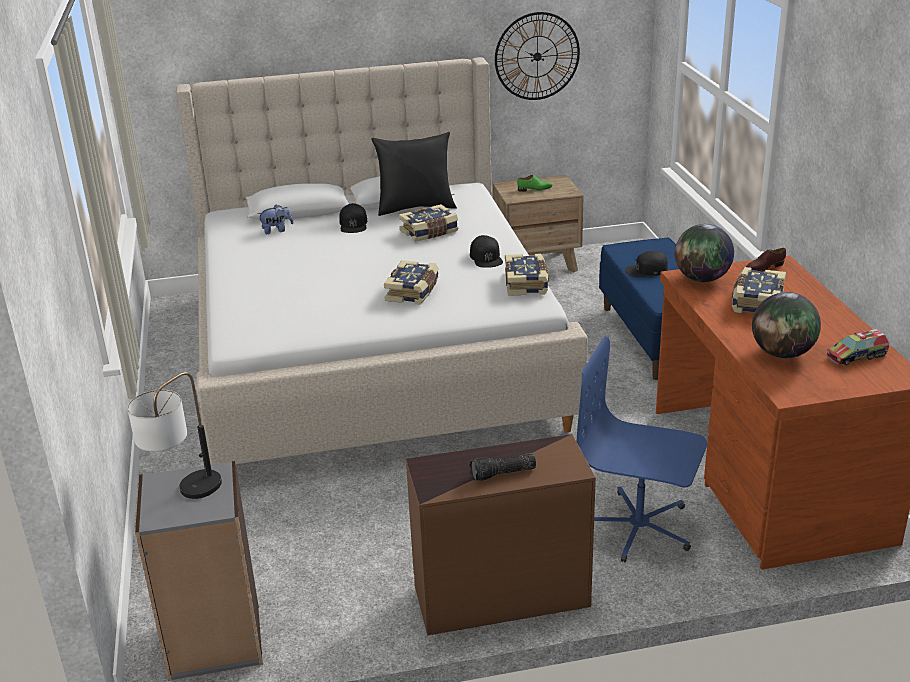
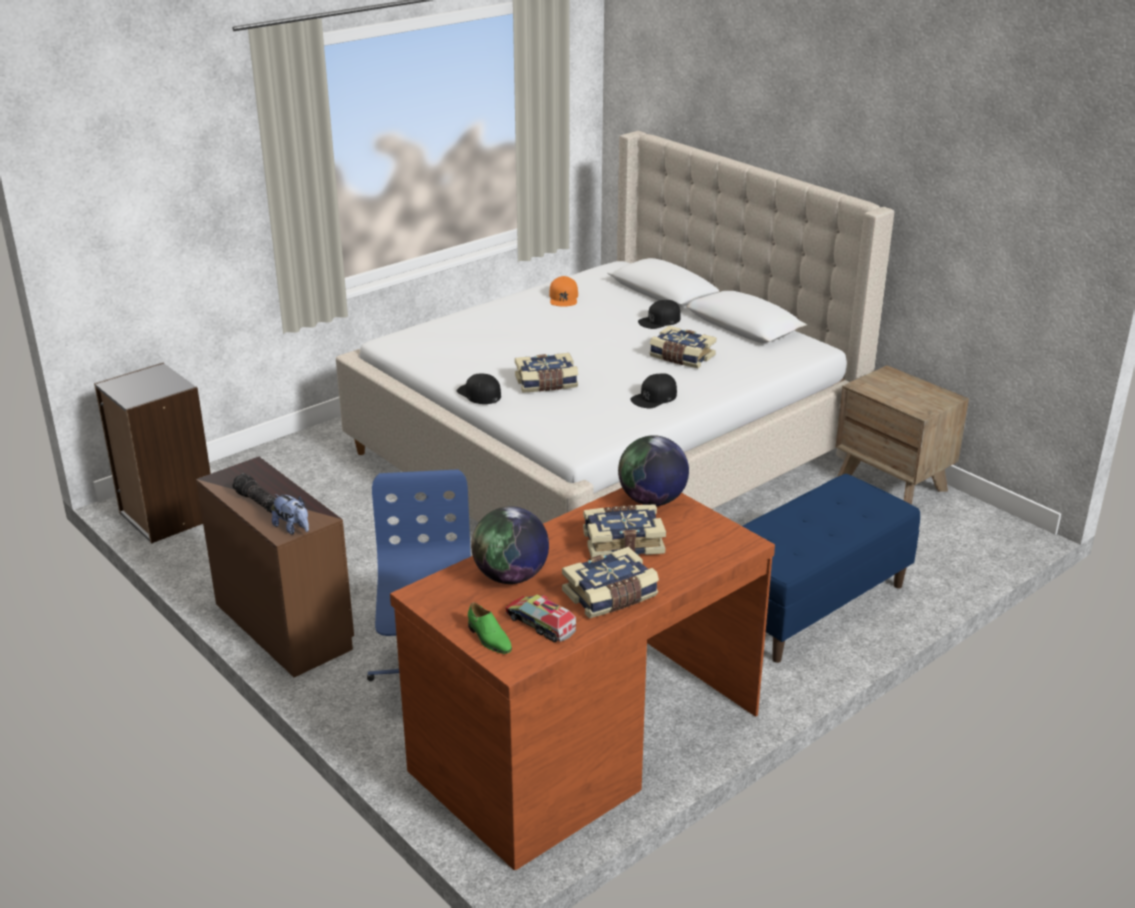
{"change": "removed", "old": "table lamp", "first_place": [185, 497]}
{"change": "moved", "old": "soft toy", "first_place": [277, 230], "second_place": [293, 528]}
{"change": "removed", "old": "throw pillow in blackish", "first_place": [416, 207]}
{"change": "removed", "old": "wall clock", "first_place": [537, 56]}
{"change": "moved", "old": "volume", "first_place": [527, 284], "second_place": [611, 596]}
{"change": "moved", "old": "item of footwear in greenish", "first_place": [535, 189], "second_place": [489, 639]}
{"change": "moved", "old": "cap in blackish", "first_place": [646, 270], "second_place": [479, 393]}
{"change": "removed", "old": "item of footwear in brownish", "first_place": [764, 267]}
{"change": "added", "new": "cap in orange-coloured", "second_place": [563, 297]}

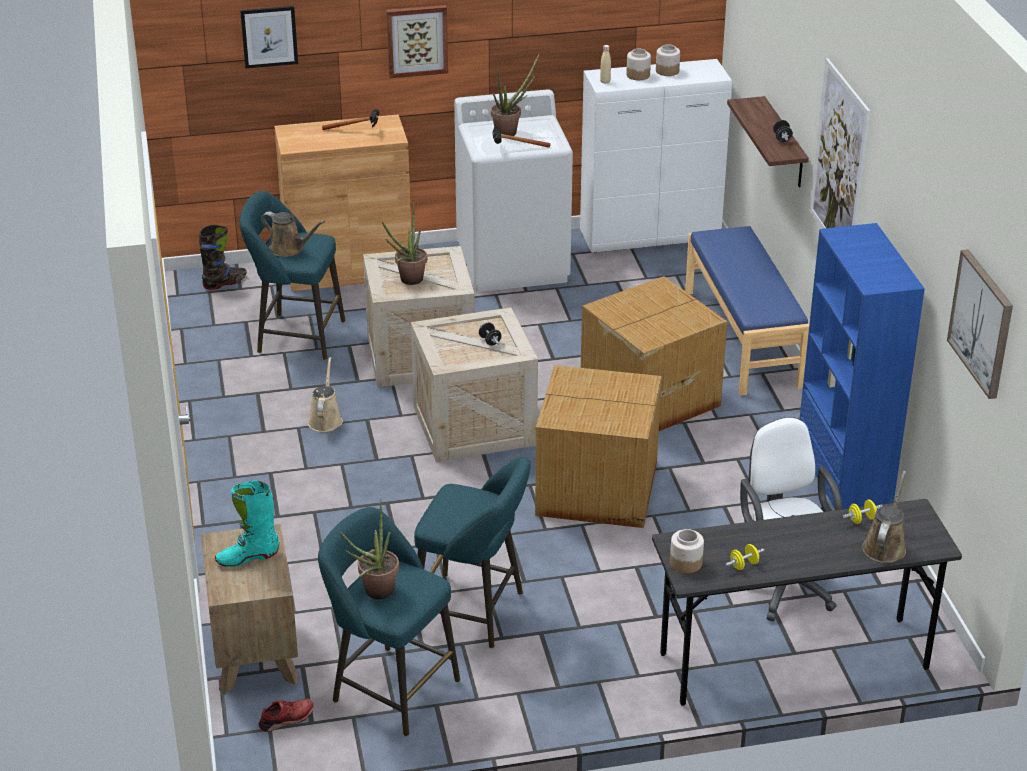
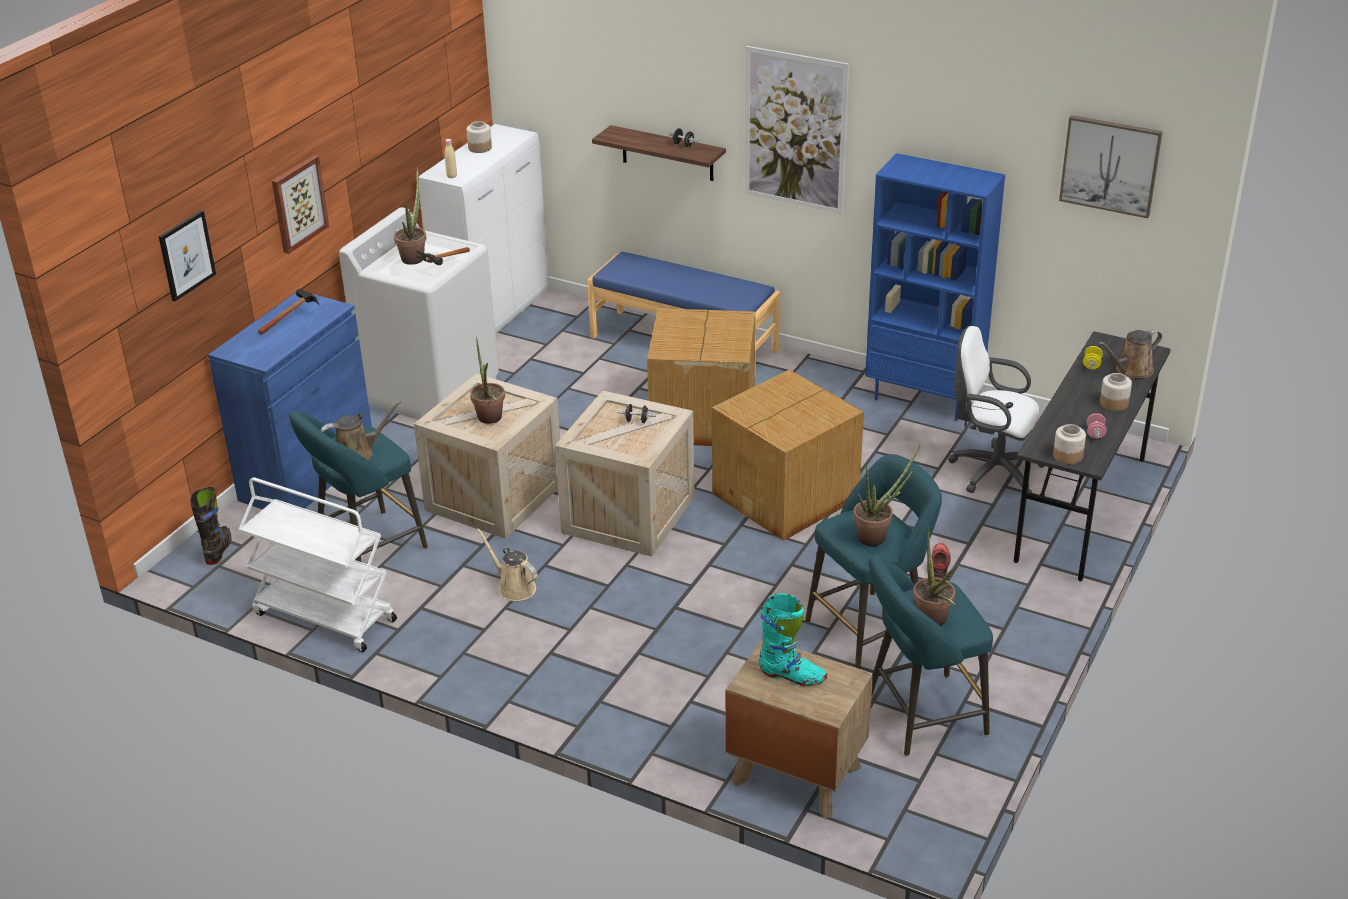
{"change": "turned", "old": "boot in blue-green", "first_place": [247, 557], "second_place": [792, 676], "degrees": -90}
{"change": "moved", "old": "item of footwear in red-coloured", "first_place": [286, 719], "second_place": [940, 565]}
{"change": "recoloured", "old": "storage cabinet in brownish", "new": "storage cabinet in blue-coloured", "first_place": [348, 269], "second_place": [307, 474]}
{"change": "moved", "old": "storage jar", "first_place": [638, 75], "second_place": [1113, 403]}
{"change": "recoloured", "old": "hand weight in yellow-coloured", "new": "hand weight in pinkish", "first_place": [744, 565], "second_place": [1095, 433]}
{"change": "turned", "old": "watering can in brownish", "first_place": [885, 546], "second_place": [1131, 370], "degrees": -90}
{"change": "added", "new": "wheeled cart in whitish", "second_place": [323, 617]}
{"change": "added", "new": "potted plant", "second_place": [877, 536]}

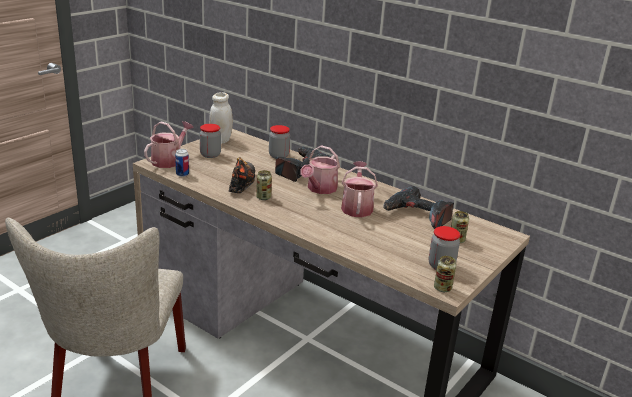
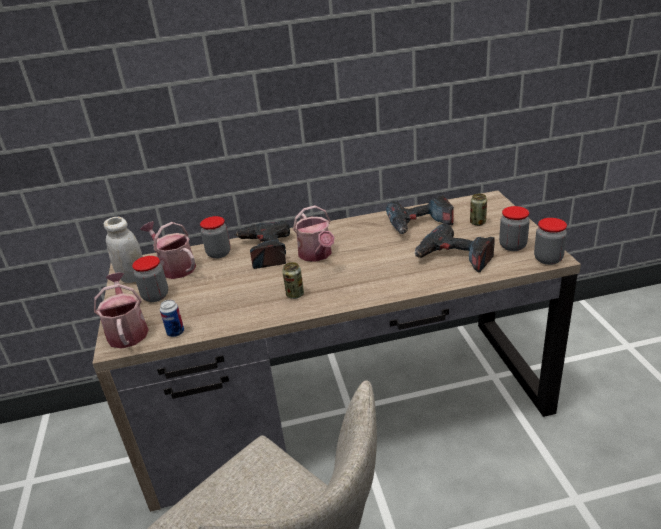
{"change": "removed", "old": "item of footwear", "first_place": [241, 183]}
{"change": "moved", "old": "watering can", "first_place": [357, 207], "second_place": [175, 267]}
{"change": "replaced", "old": "metal can", "new": "storage jar", "first_place": [442, 288], "second_place": [548, 259]}
{"change": "added", "new": "electric drill", "second_place": [454, 257]}

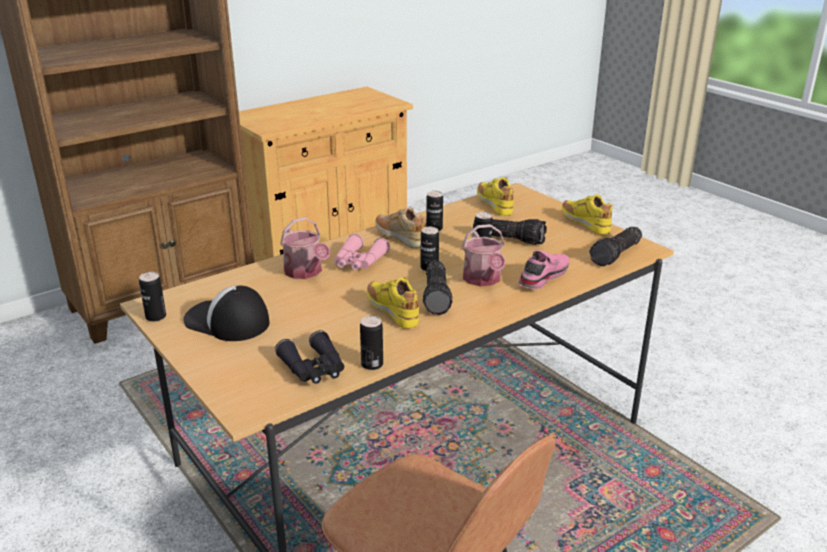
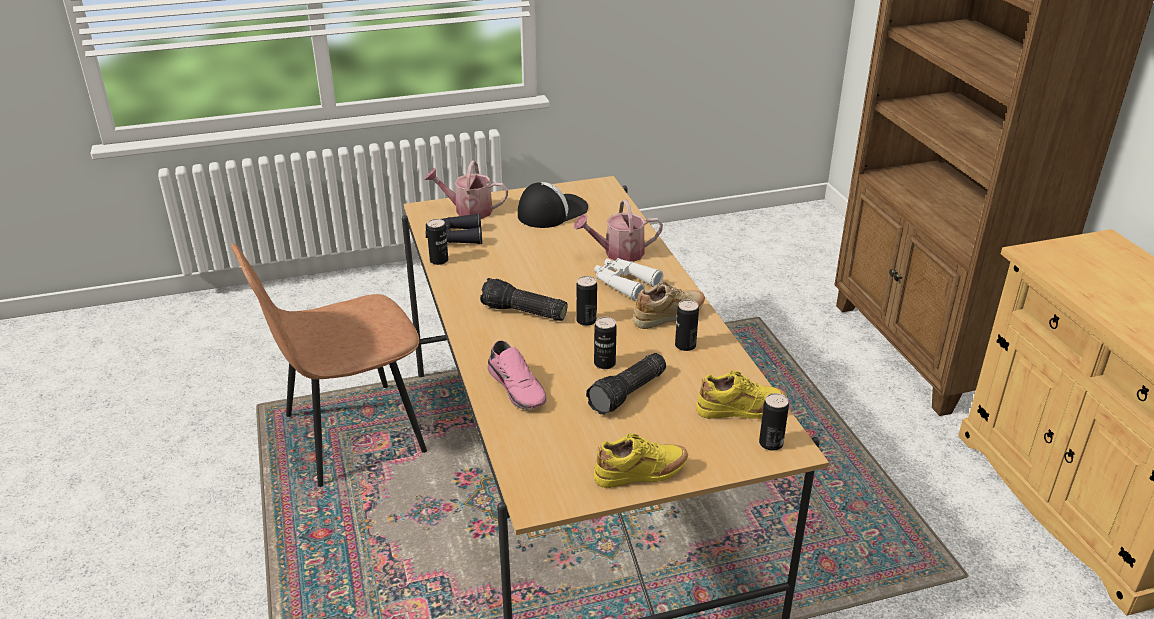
{"change": "moved", "old": "metal can", "first_place": [156, 317], "second_place": [771, 443]}
{"change": "recoloured", "old": "field glasses in pinkish", "new": "field glasses in whitish", "first_place": [359, 262], "second_place": [624, 283]}
{"change": "removed", "old": "item of footwear in yellow-coloured", "first_place": [393, 312]}
{"change": "moved", "old": "watering can", "first_place": [483, 280], "second_place": [468, 210]}
{"change": "removed", "old": "flashlight", "first_place": [617, 255]}

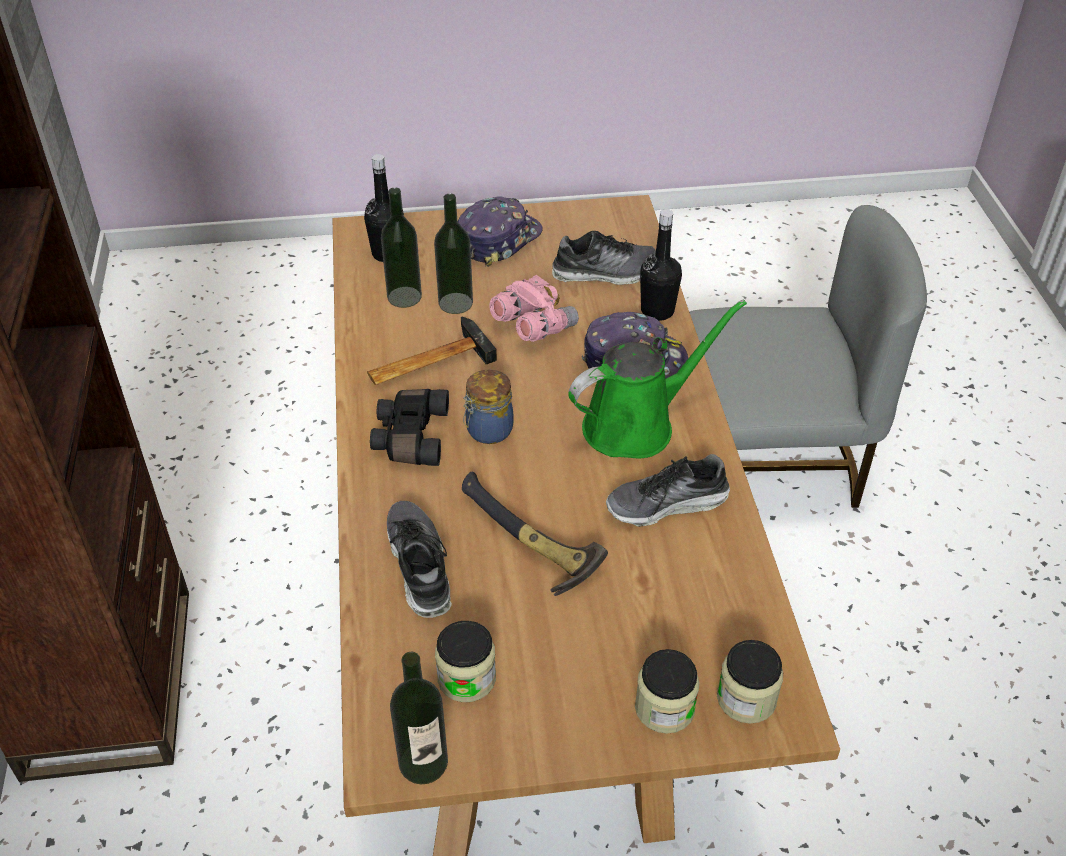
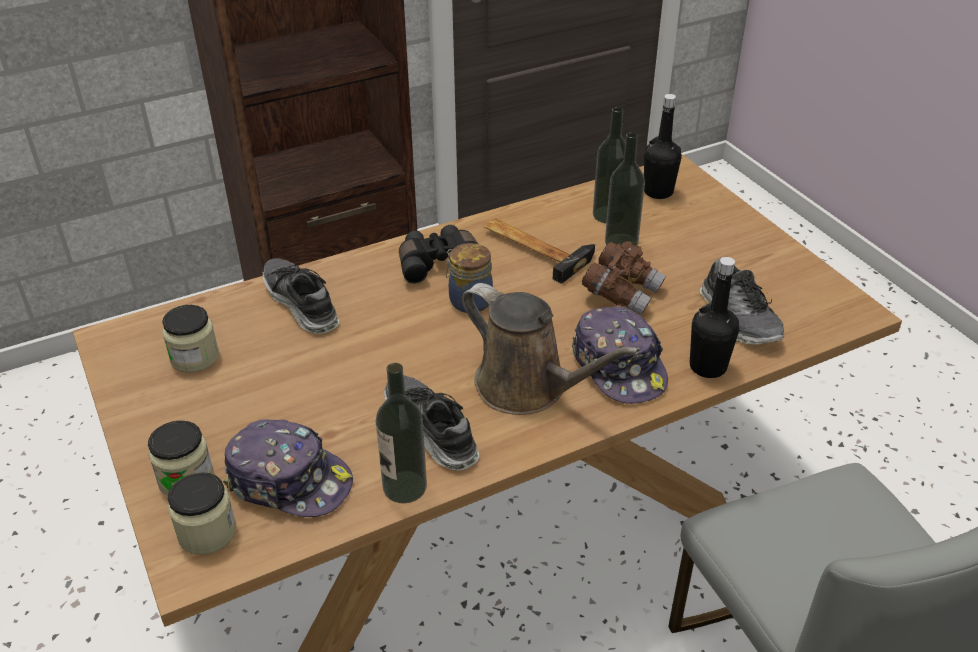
{"change": "turned", "old": "item of footwear", "first_place": [418, 566], "second_place": [300, 304], "degrees": -90}
{"change": "moved", "old": "bottle", "first_place": [423, 762], "second_place": [404, 487]}
{"change": "moved", "old": "cap", "first_place": [498, 240], "second_place": [289, 481]}
{"change": "removed", "old": "tool hammer", "first_place": [526, 545]}
{"change": "recoloured", "old": "field glasses in pinkish", "new": "field glasses in brownish", "first_place": [533, 327], "second_place": [622, 293]}
{"change": "recoloured", "old": "watering can in greenish", "new": "watering can in brownish", "first_place": [636, 424], "second_place": [528, 387]}

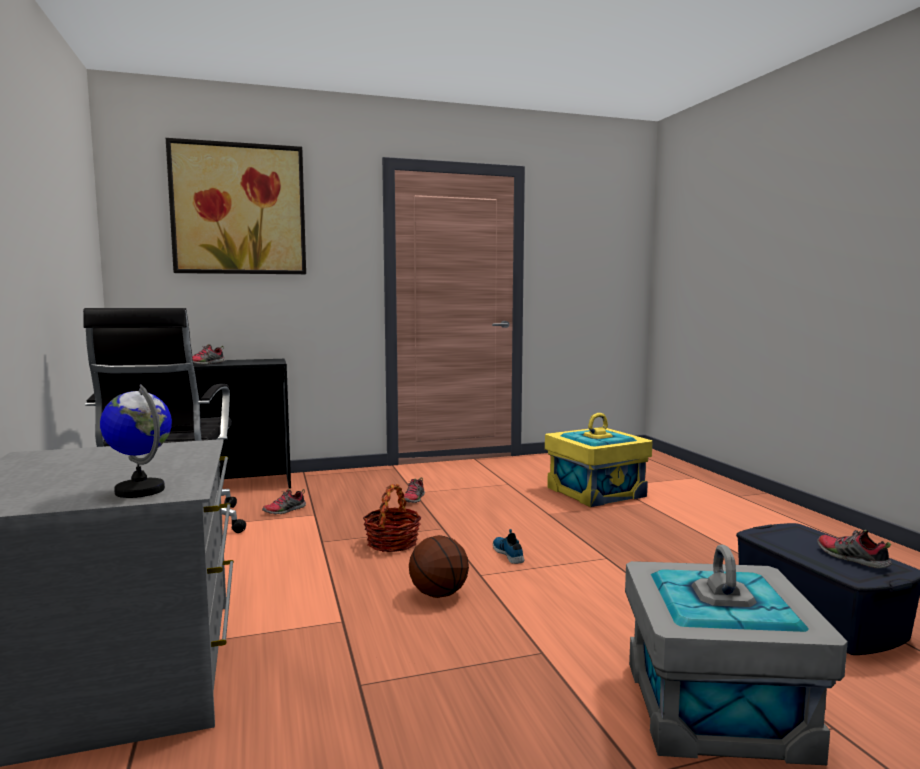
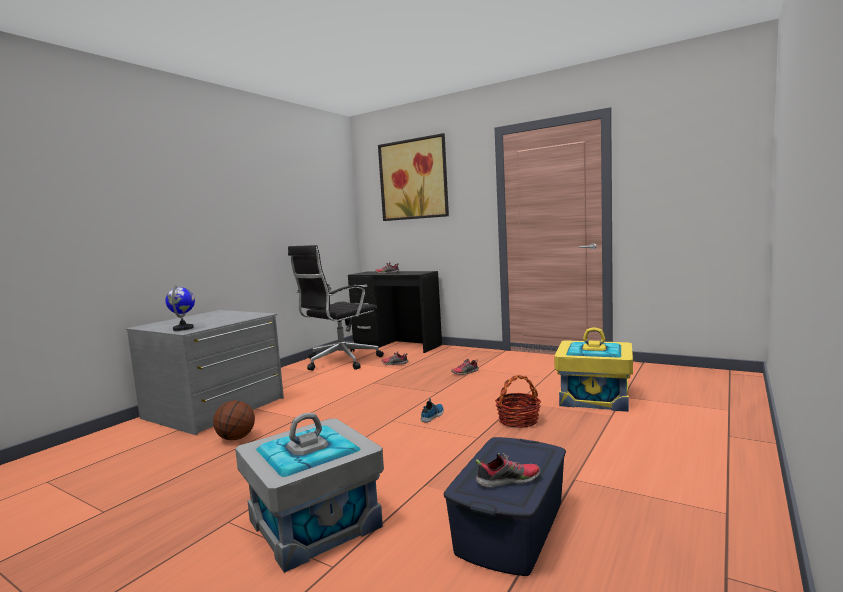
{"change": "moved", "old": "basket", "first_place": [392, 543], "second_place": [518, 420]}
{"change": "moved", "old": "basketball ball", "first_place": [439, 594], "second_place": [236, 438]}
{"change": "turned", "old": "item of footwear", "first_place": [851, 558], "second_place": [508, 480], "degrees": 60}

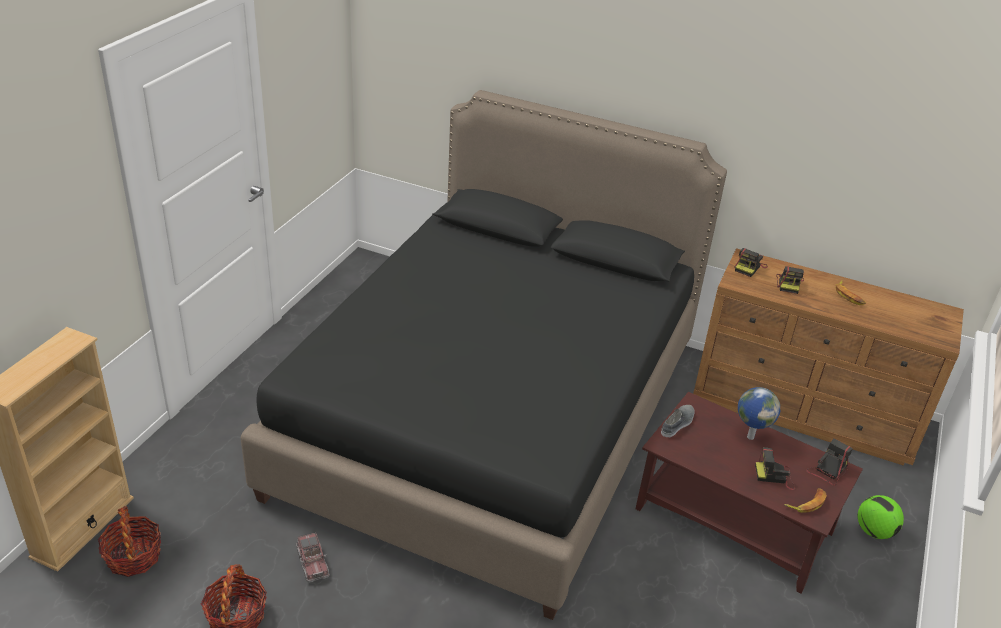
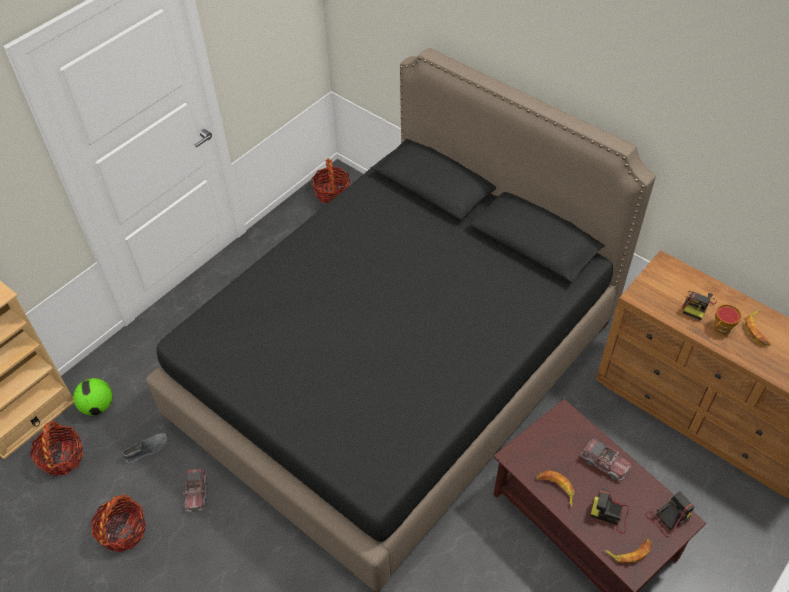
{"change": "moved", "old": "item of footwear in gray", "first_place": [677, 423], "second_place": [146, 450]}
{"change": "removed", "old": "still camera", "first_place": [749, 267]}
{"change": "replaced", "old": "desk globe", "new": "toy truck", "first_place": [750, 436], "second_place": [604, 463]}
{"change": "moved", "old": "ball for football", "first_place": [874, 531], "second_place": [98, 406]}
{"change": "added", "new": "basket", "second_place": [332, 193]}
{"change": "added", "new": "whole banana", "second_place": [556, 488]}
{"change": "added", "new": "drinking cup", "second_place": [721, 329]}

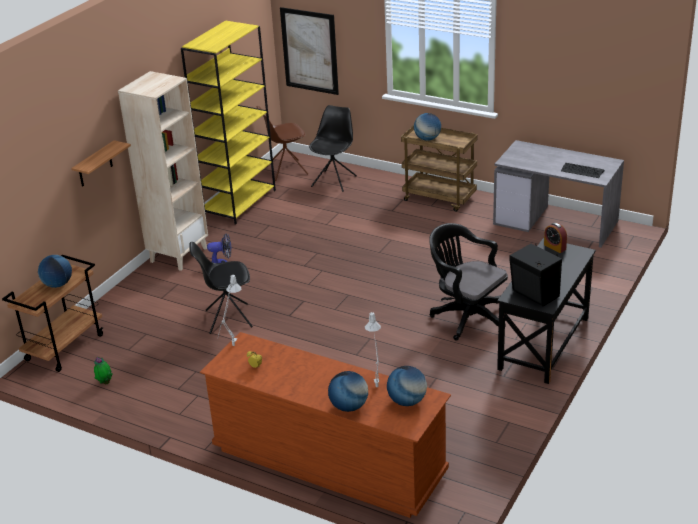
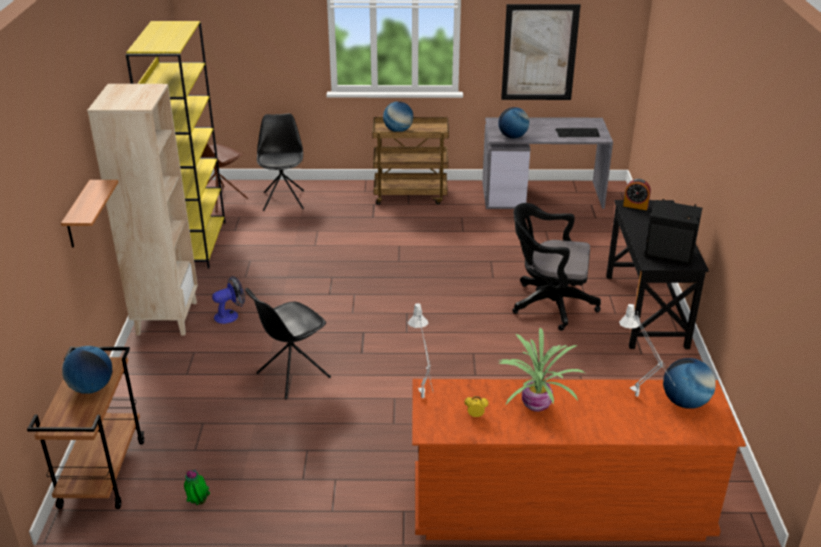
{"change": "moved", "old": "picture", "first_place": [309, 51], "second_place": [539, 53]}
{"change": "moved", "old": "desk globe", "first_place": [349, 406], "second_place": [512, 137]}
{"change": "added", "new": "potted plant", "second_place": [534, 406]}

